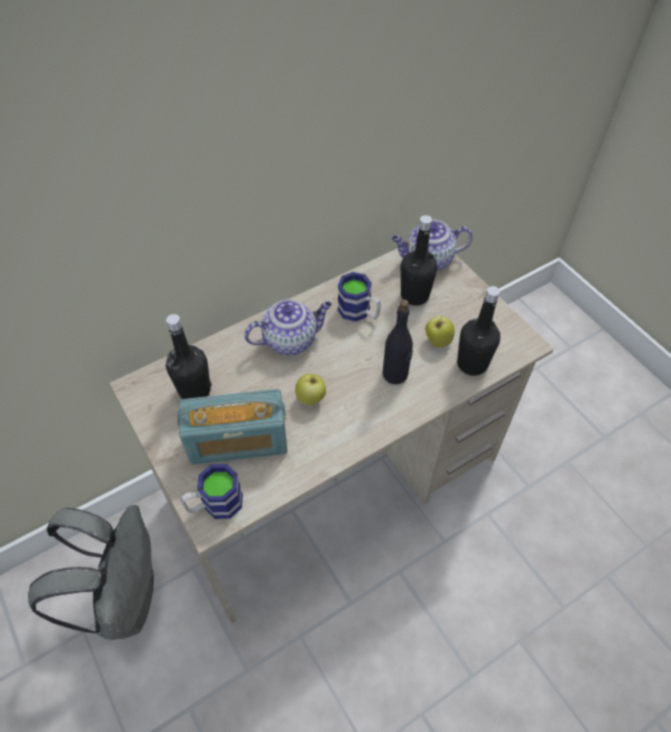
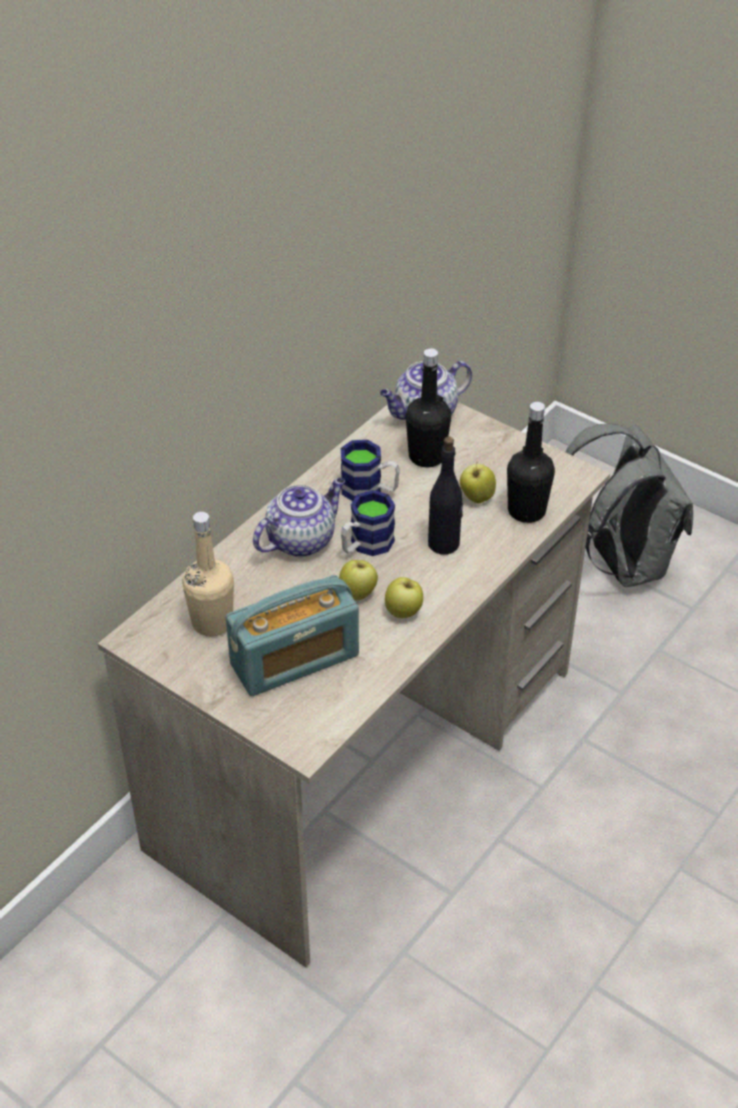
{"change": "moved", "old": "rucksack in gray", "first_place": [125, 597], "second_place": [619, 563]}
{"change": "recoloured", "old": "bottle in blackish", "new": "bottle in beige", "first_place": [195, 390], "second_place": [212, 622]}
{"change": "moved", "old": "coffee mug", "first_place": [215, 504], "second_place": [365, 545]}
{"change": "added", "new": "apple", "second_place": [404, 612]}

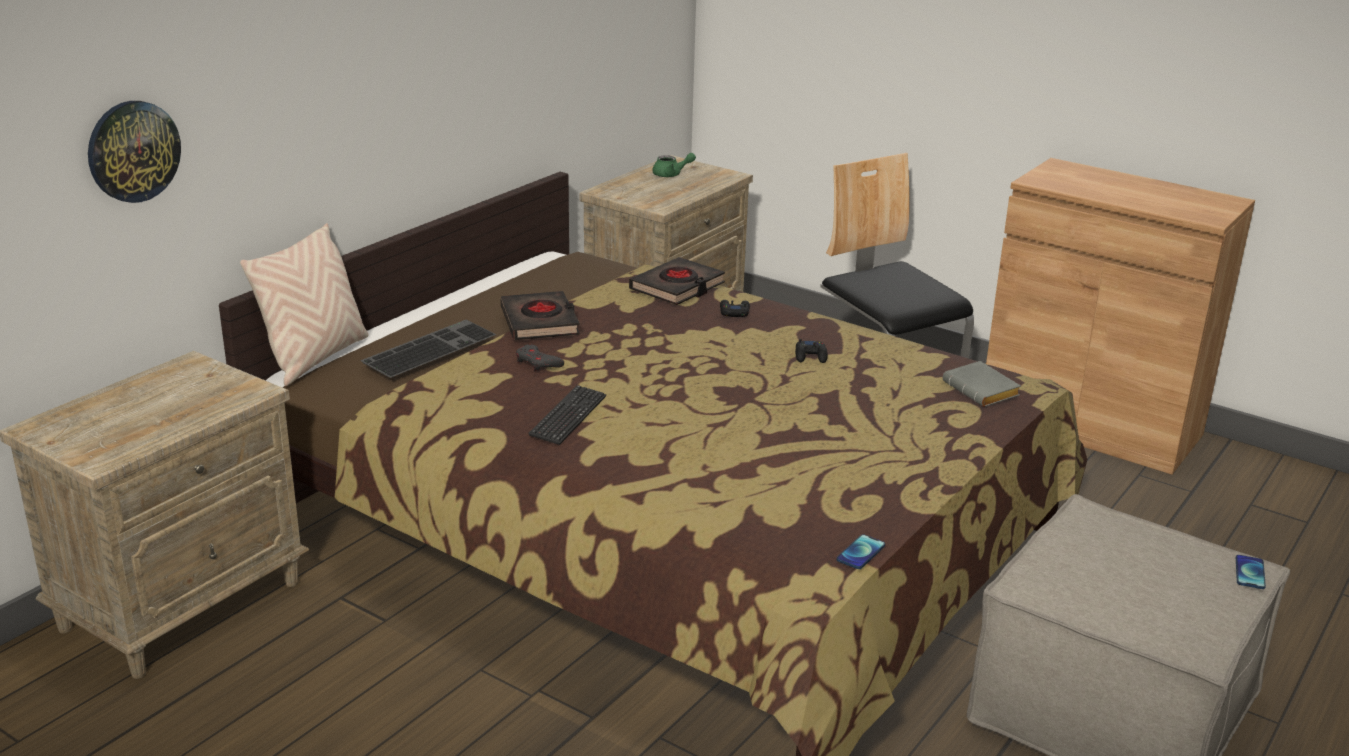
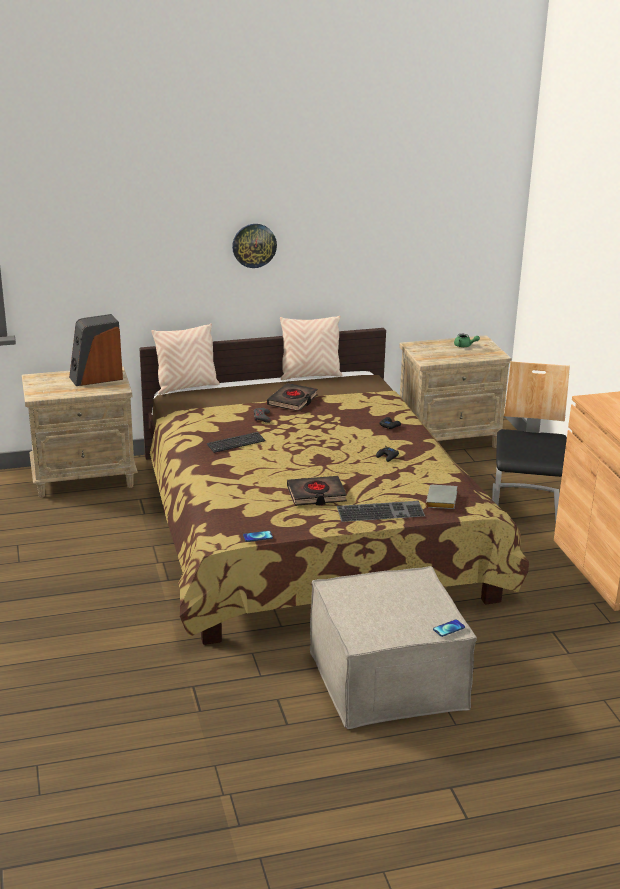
{"change": "moved", "old": "wall clock", "first_place": [133, 151], "second_place": [254, 245]}
{"change": "moved", "old": "computer keyboard", "first_place": [429, 347], "second_place": [381, 511]}
{"change": "moved", "old": "volume in blackish", "first_place": [677, 287], "second_place": [316, 495]}
{"change": "added", "new": "loudspeaker", "second_place": [96, 377]}
{"change": "added", "new": "throw pillow in beige", "second_place": [310, 375]}

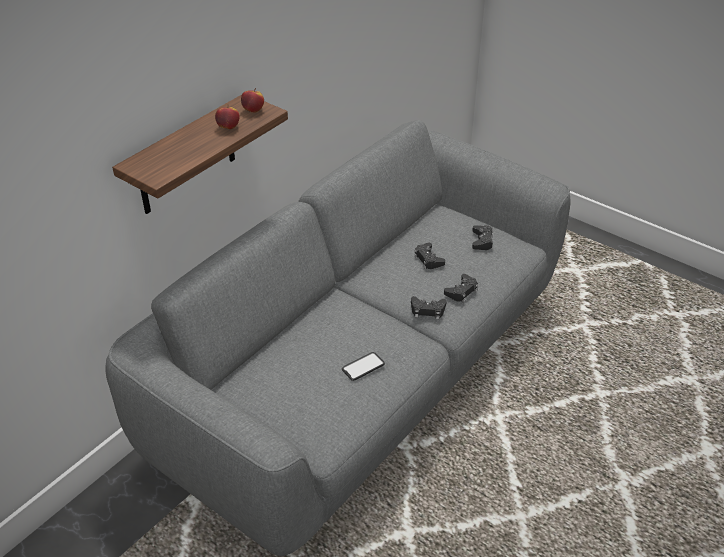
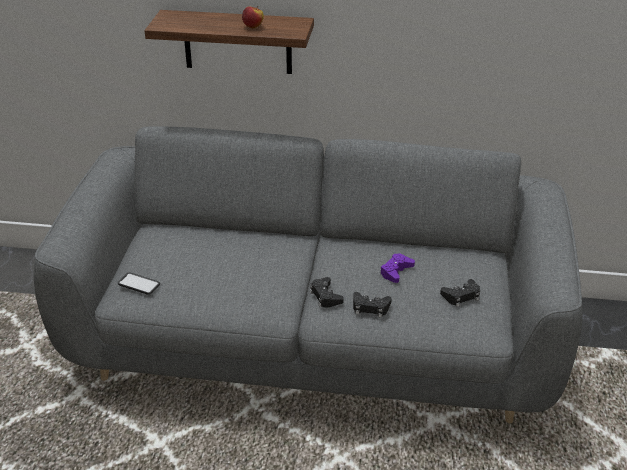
{"change": "removed", "old": "apple", "first_place": [253, 110]}
{"change": "moved", "old": "handset", "first_place": [363, 367], "second_place": [139, 284]}
{"change": "recoloured", "old": "game controller in blackish", "new": "game controller in purplish", "first_place": [428, 259], "second_place": [396, 271]}

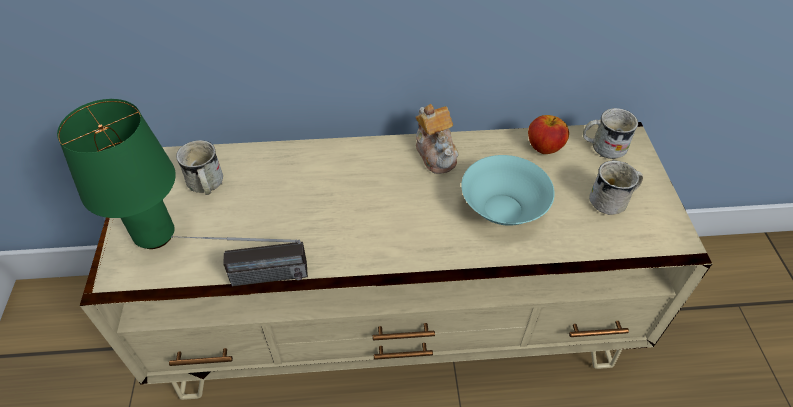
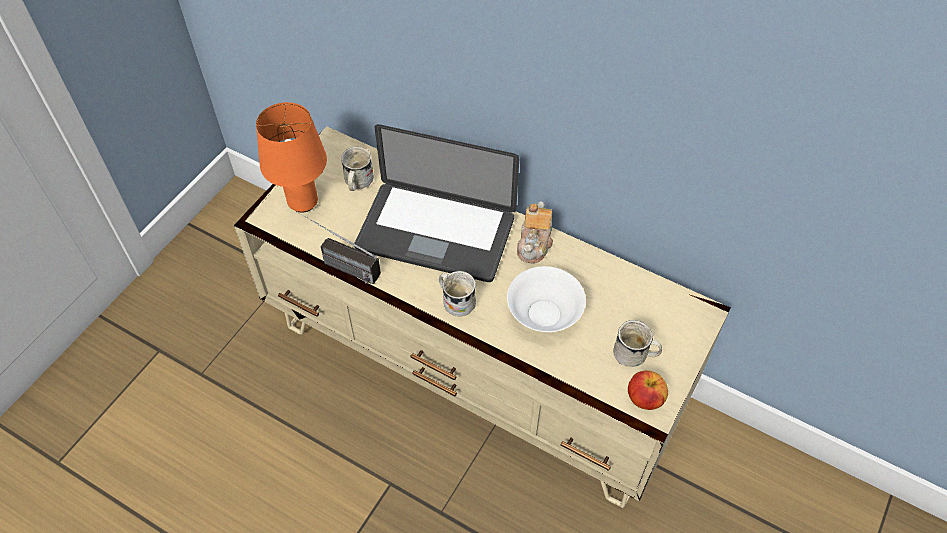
{"change": "recoloured", "old": "table lamp in greenish", "new": "table lamp in orange-coloured", "first_place": [154, 236], "second_place": [302, 202]}
{"change": "recoloured", "old": "deep dish in blue-green", "new": "deep dish in whitish", "first_place": [501, 209], "second_place": [543, 313]}
{"change": "moved", "old": "apple", "first_place": [544, 147], "second_place": [644, 399]}
{"change": "moved", "old": "coffee mug in whitish", "first_place": [602, 147], "second_place": [455, 300]}
{"change": "added", "new": "notebook computer", "second_place": [435, 233]}

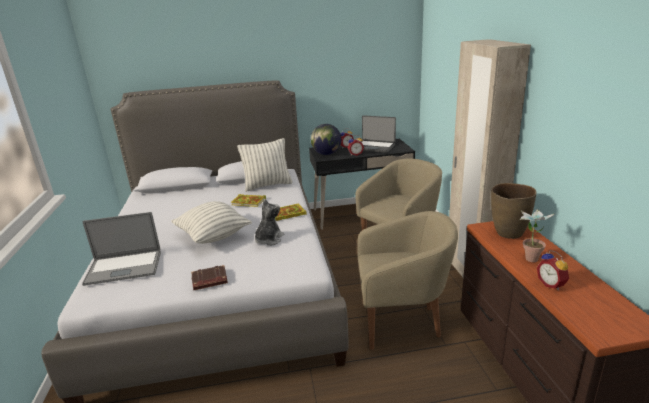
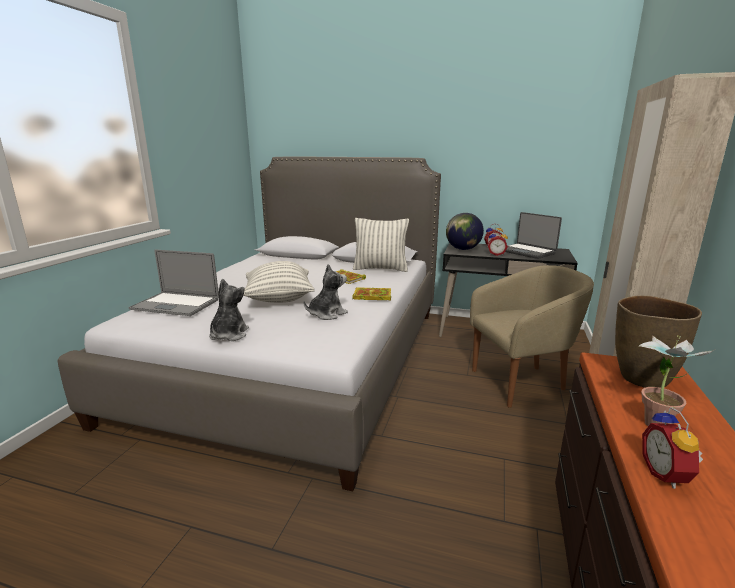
{"change": "replaced", "old": "volume in brownish", "new": "soft toy", "first_place": [209, 281], "second_place": [228, 335]}
{"change": "removed", "old": "lounge chair in beige", "first_place": [402, 323]}

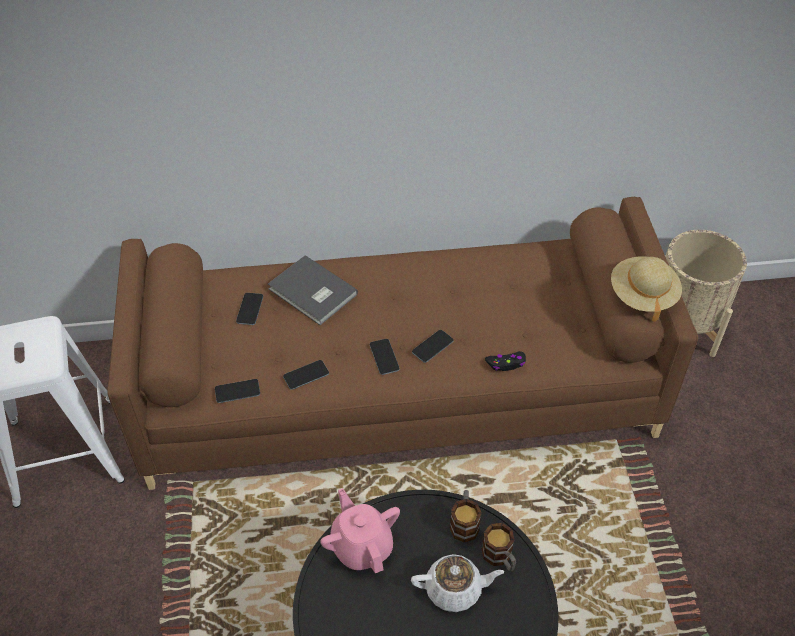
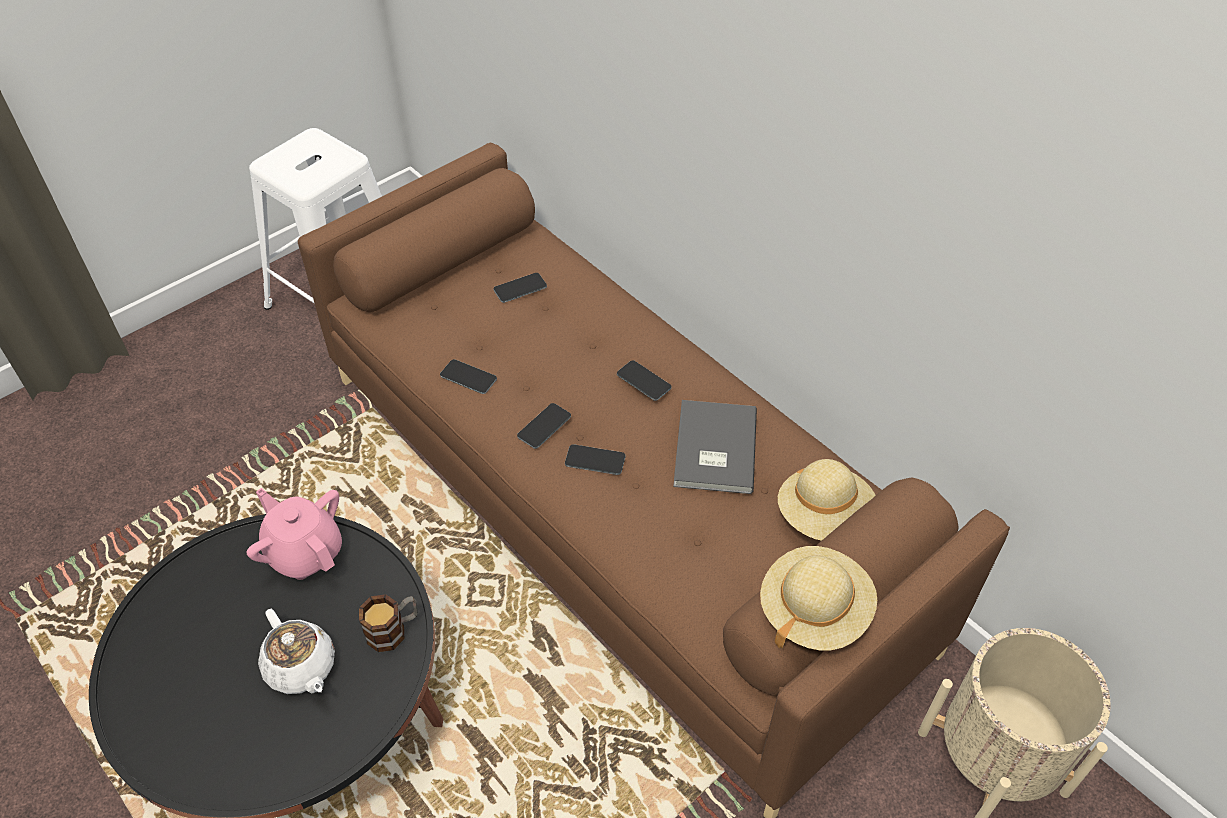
{"change": "moved", "old": "handset", "first_place": [237, 391], "second_place": [643, 381]}
{"change": "moved", "old": "volume in gray", "first_place": [312, 293], "second_place": [712, 450]}
{"change": "turned", "old": "tea pot in pinkish", "first_place": [362, 546], "second_place": [305, 552], "degrees": -75}
{"change": "removed", "old": "coffee mug", "first_place": [500, 558]}
{"change": "removed", "old": "game controller in blackish", "first_place": [506, 364]}
{"change": "added", "new": "clothing hat in beige", "second_place": [824, 516]}

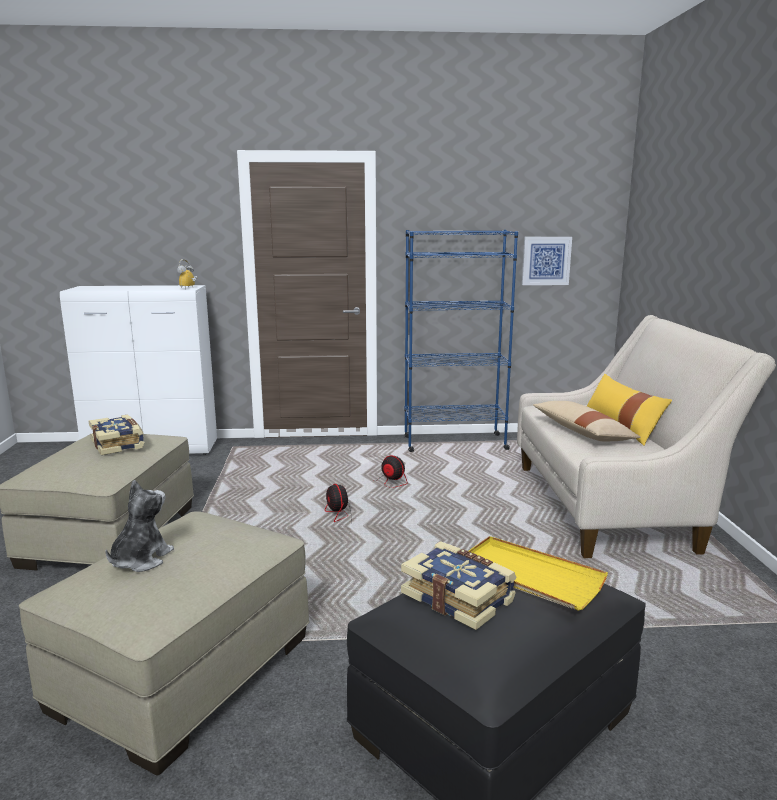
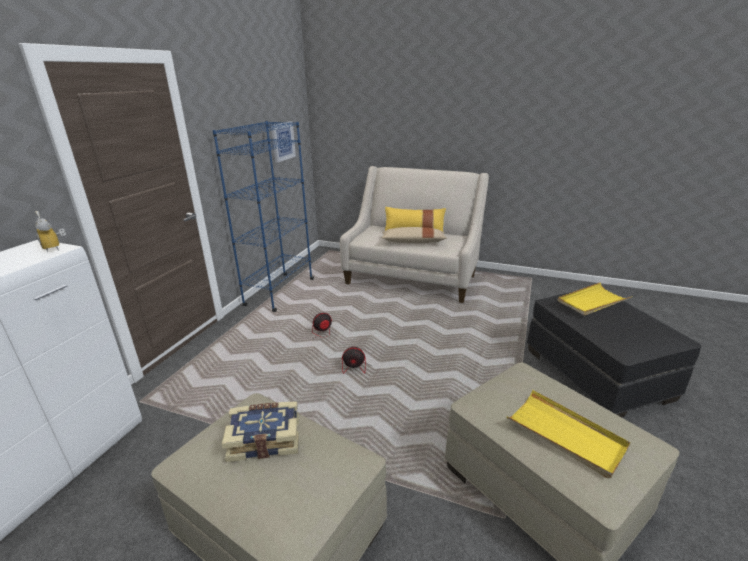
{"change": "replaced", "old": "soft toy", "new": "serving tray in yellow-coloured", "first_place": [140, 560], "second_place": [565, 435]}
{"change": "removed", "old": "volume", "first_place": [459, 597]}

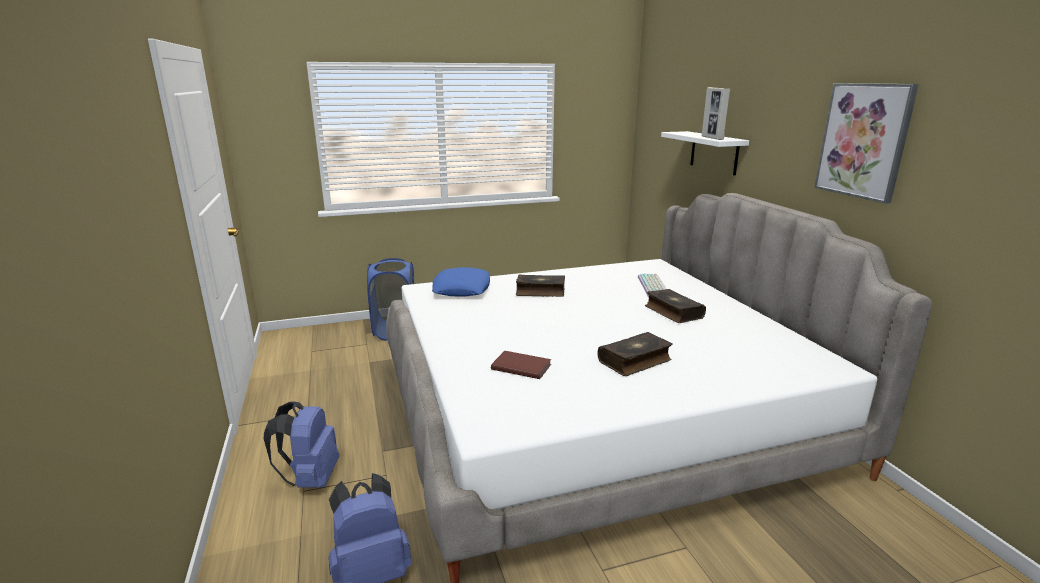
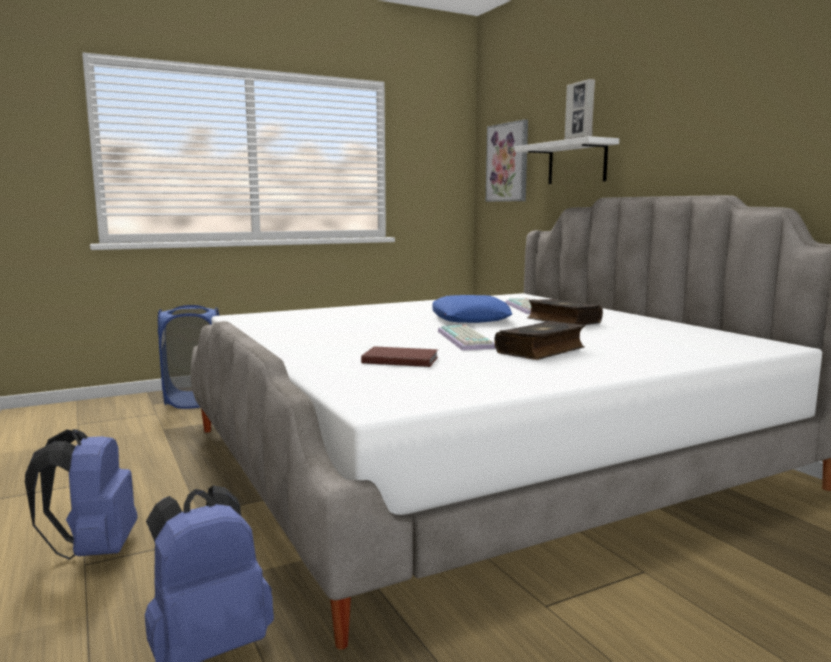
{"change": "moved", "old": "throw pillow in blue-coloured", "first_place": [462, 289], "second_place": [470, 318]}
{"change": "removed", "old": "volume", "first_place": [540, 292]}
{"change": "moved", "old": "picture", "first_place": [864, 141], "second_place": [507, 162]}
{"change": "added", "new": "computer keyboard", "second_place": [467, 339]}

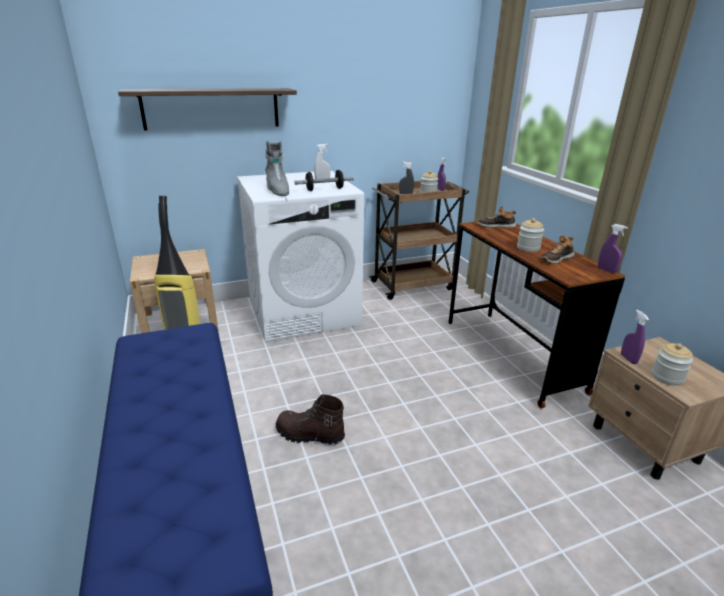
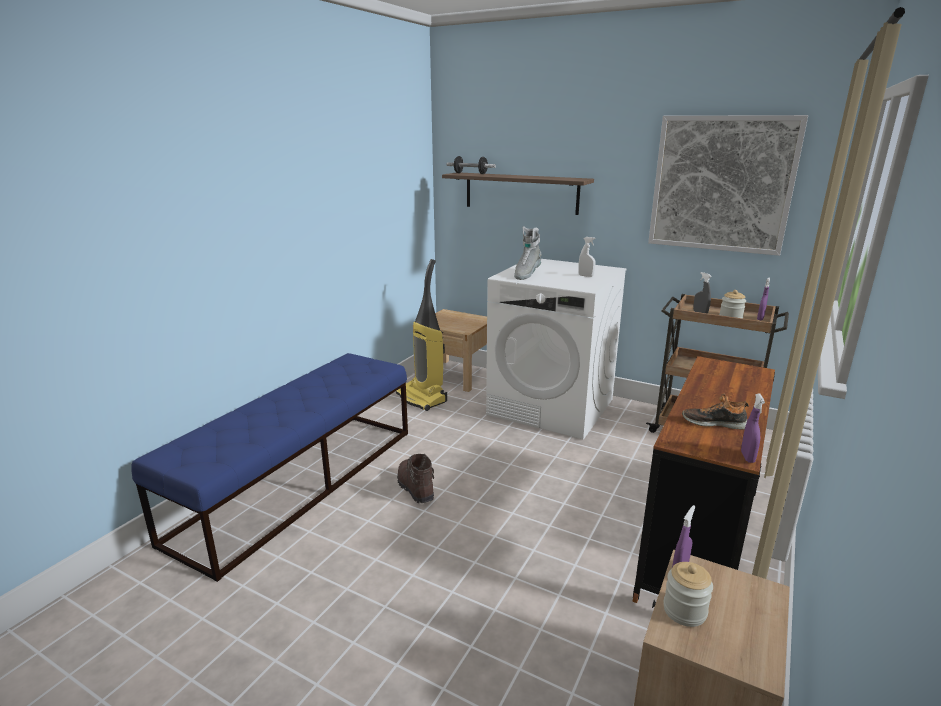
{"change": "moved", "old": "hand weight", "first_place": [324, 189], "second_place": [470, 173]}
{"change": "removed", "old": "item of footwear", "first_place": [495, 226]}
{"change": "removed", "old": "storage jar", "first_place": [528, 248]}
{"change": "added", "new": "picture", "second_place": [721, 184]}

